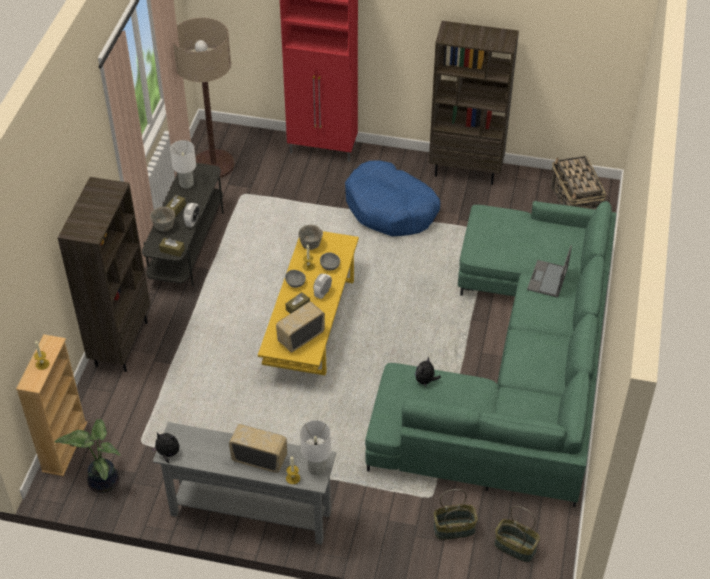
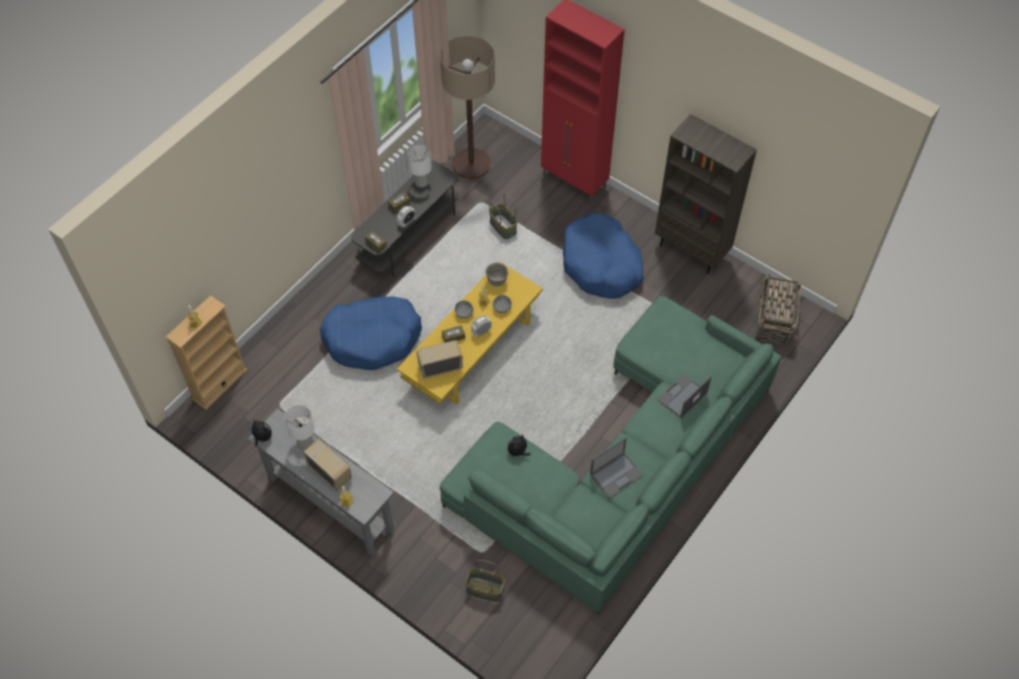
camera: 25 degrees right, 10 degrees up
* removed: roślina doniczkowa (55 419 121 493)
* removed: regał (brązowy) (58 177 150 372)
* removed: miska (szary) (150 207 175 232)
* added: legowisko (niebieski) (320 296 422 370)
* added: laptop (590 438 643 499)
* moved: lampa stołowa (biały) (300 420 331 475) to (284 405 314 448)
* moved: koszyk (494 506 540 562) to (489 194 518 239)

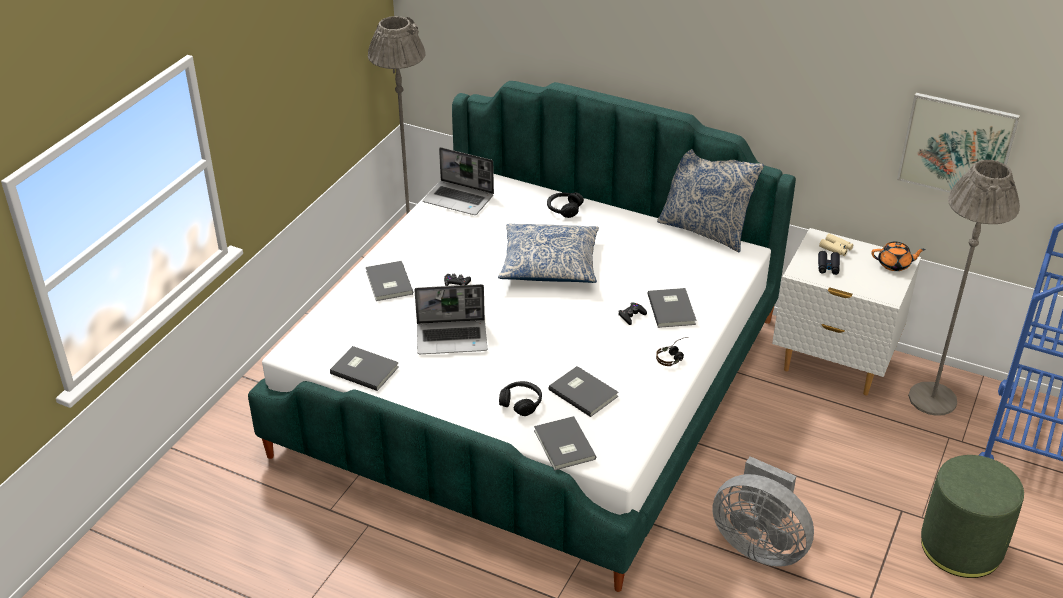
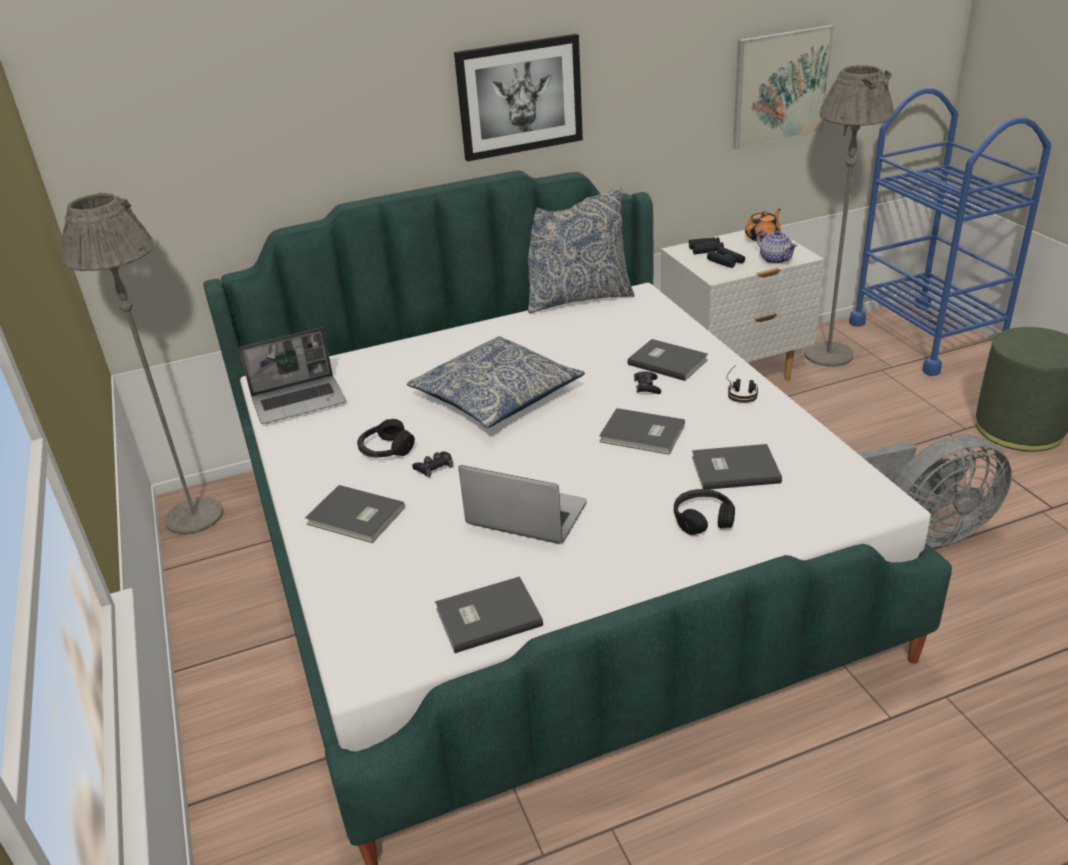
camera: 45 degrees left, 5 degrees down
* added: obraz (454 34 583 162)
* added: imbryk (756 230 797 264)
* moved: książka (szary) (534 416 596 470) to (599 408 685 455)
* moved: słuchawki (czarny) (547 192 584 218) to (357 419 415 457)
* recoloured: lornetka (beżowy) (819 233 853 256) to lornetka (czarny) (689 237 724 254)
* turned: laptop (414 284 487 354) = (458 465 587 544) 105 degrees counterclockwise

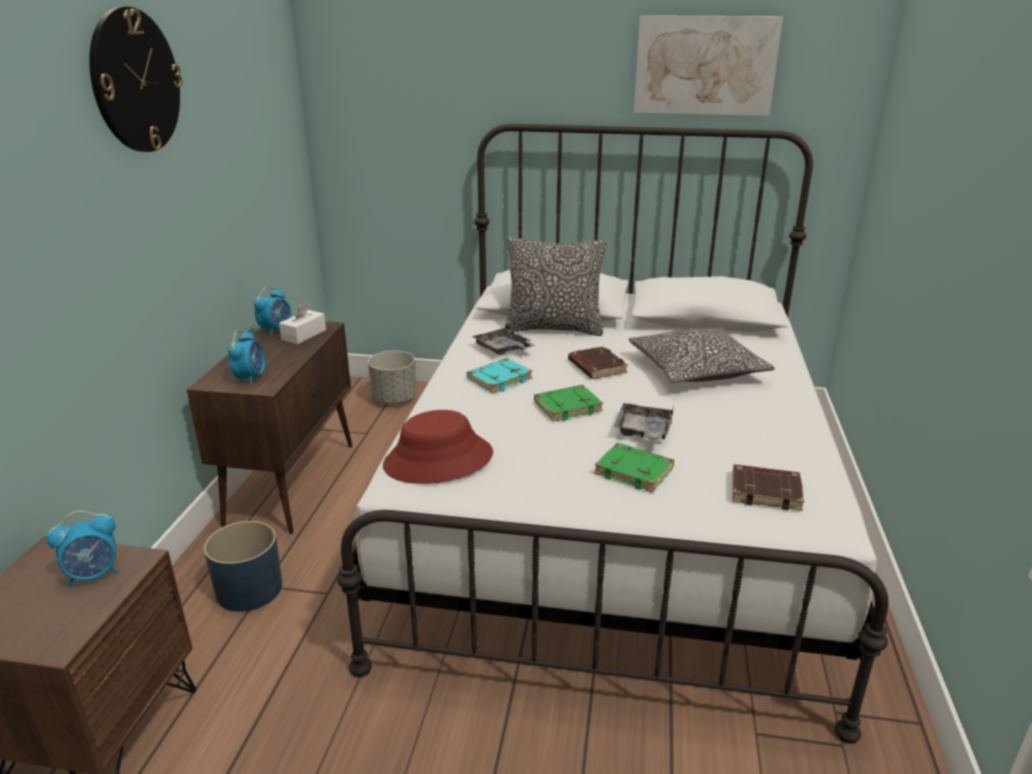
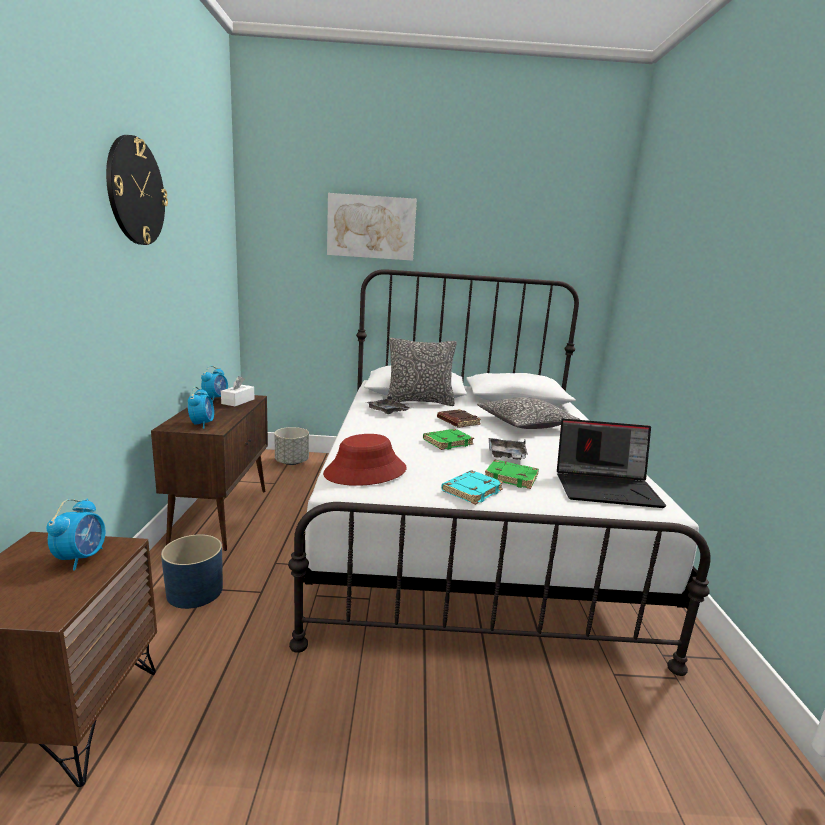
camera: 10 degrees left, 10 degrees down
* moved: książka (turkusowy) (466 358 532 393) to (441 470 504 505)
* moved: obraz (634 15 783 116) to (327 193 417 261)
* replaced: książka (brązowy) (732 464 804 511) to laptop (557 419 666 508)
* turned: budzik (46 510 119 588) = (47 498 105 570) 45 degrees counterclockwise

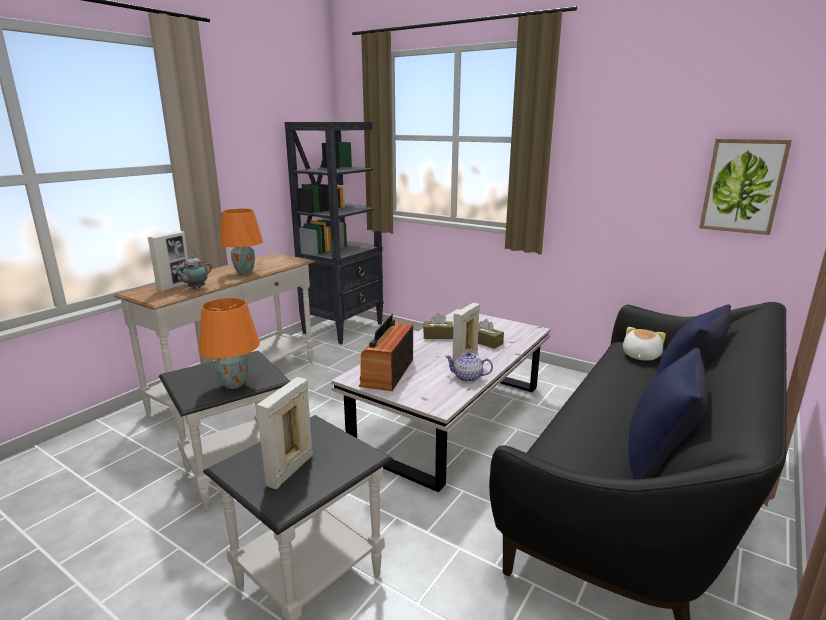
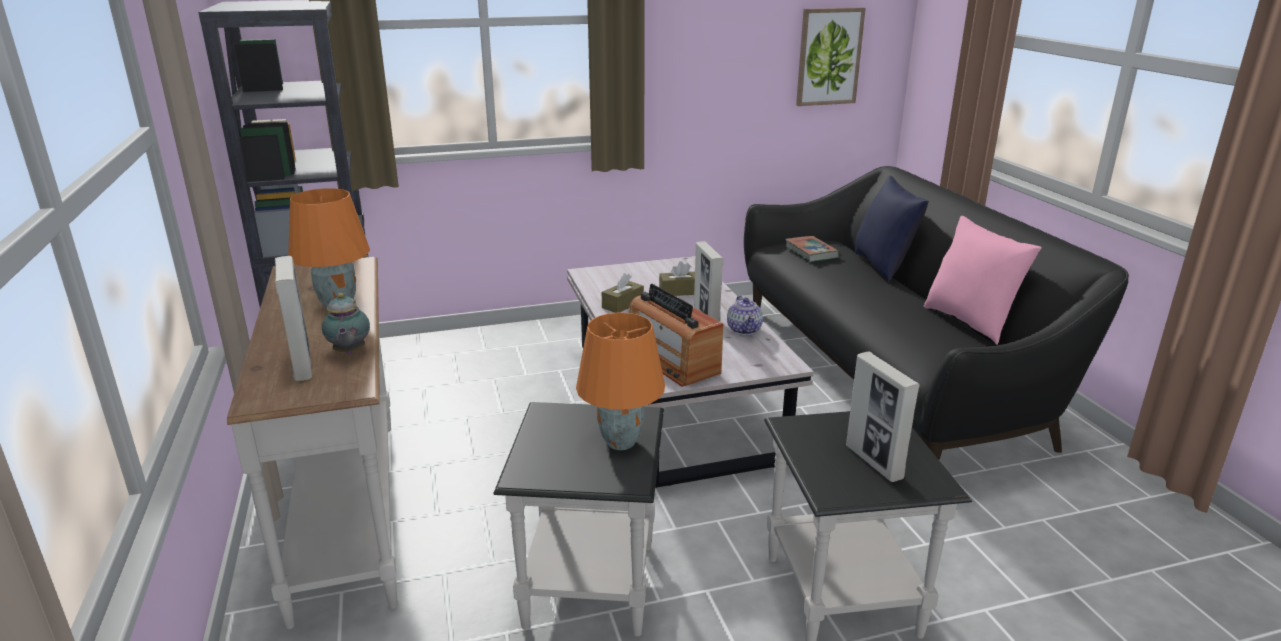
camera: 50 degrees left, 5 degrees up
* replaced: pluszak (623 327 666 361) to książka (785 236 840 262)
* recoloured: poduszka (niebieski) (628 348 708 479) to poduszka (różowy) (924 216 1042 345)
* turned: imbryk (445 351 493 382) = (727 296 763 335) 60 degrees counterclockwise

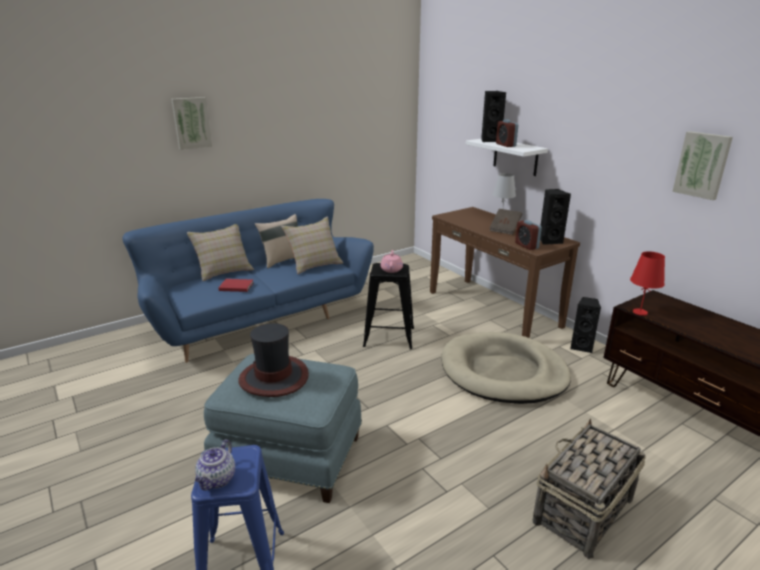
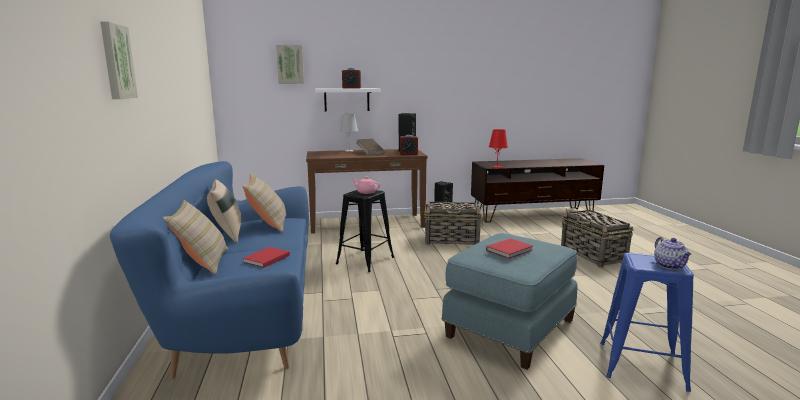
camera: 65 degrees left, 10 degrees down
* removed: głośnik (czarny) (481 91 506 142)
* moved: obraz (672 131 733 200) to (276 45 304 84)
* replaced: kapelusz (238 323 309 397) to książka (czerwony) (486 238 533 259)
* replaced: legowisko (beżowy) (441 332 571 404) to koszyk (424 202 483 245)
* turned: imbryk (195 439 235 491) = (654 237 691 269) 45 degrees clockwise

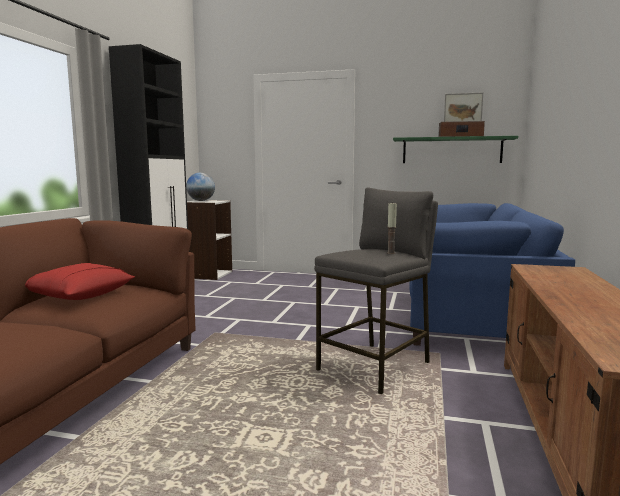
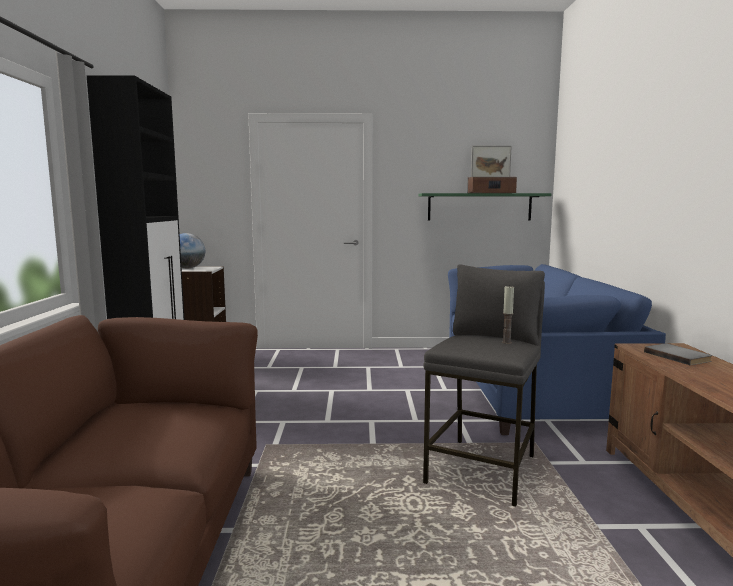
camera: 15 degrees left, 0 degrees up
* removed: poduszka (czerwony) (25 263 135 300)
* added: książka (szary) (644 343 712 366)

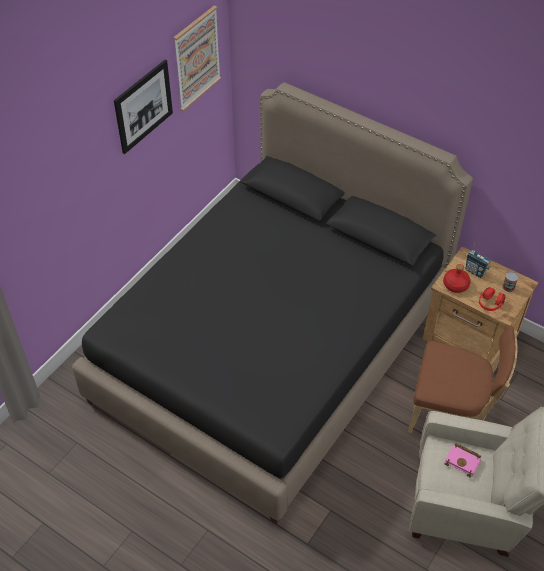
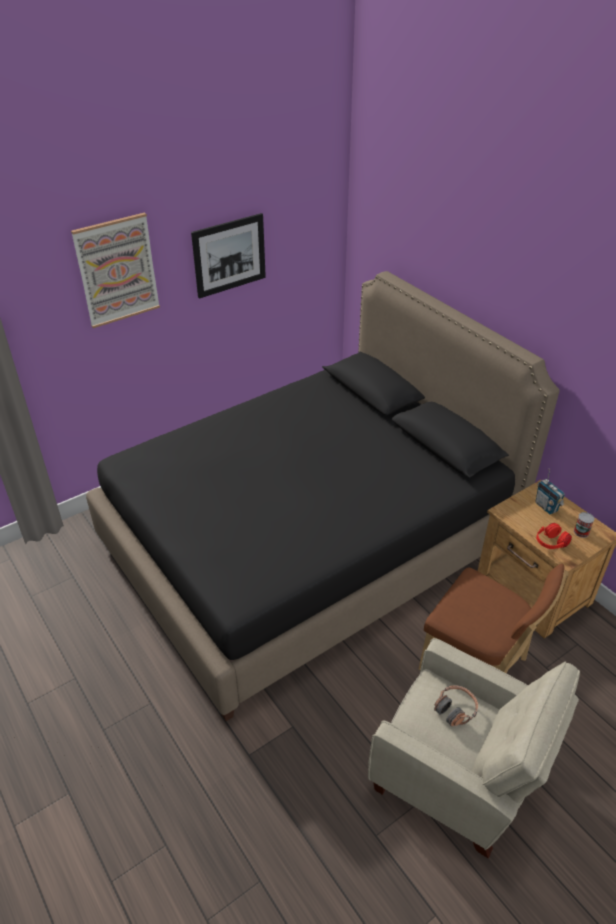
camera: 20 degrees right, 10 degrees down
* removed: butelka (czerwony) (443 264 471 293)
* moved: obraz (173 5 221 111) to (71 213 160 328)
* replaced: książka (różowy) (445 444 481 477) to słuchawki (434 685 478 726)

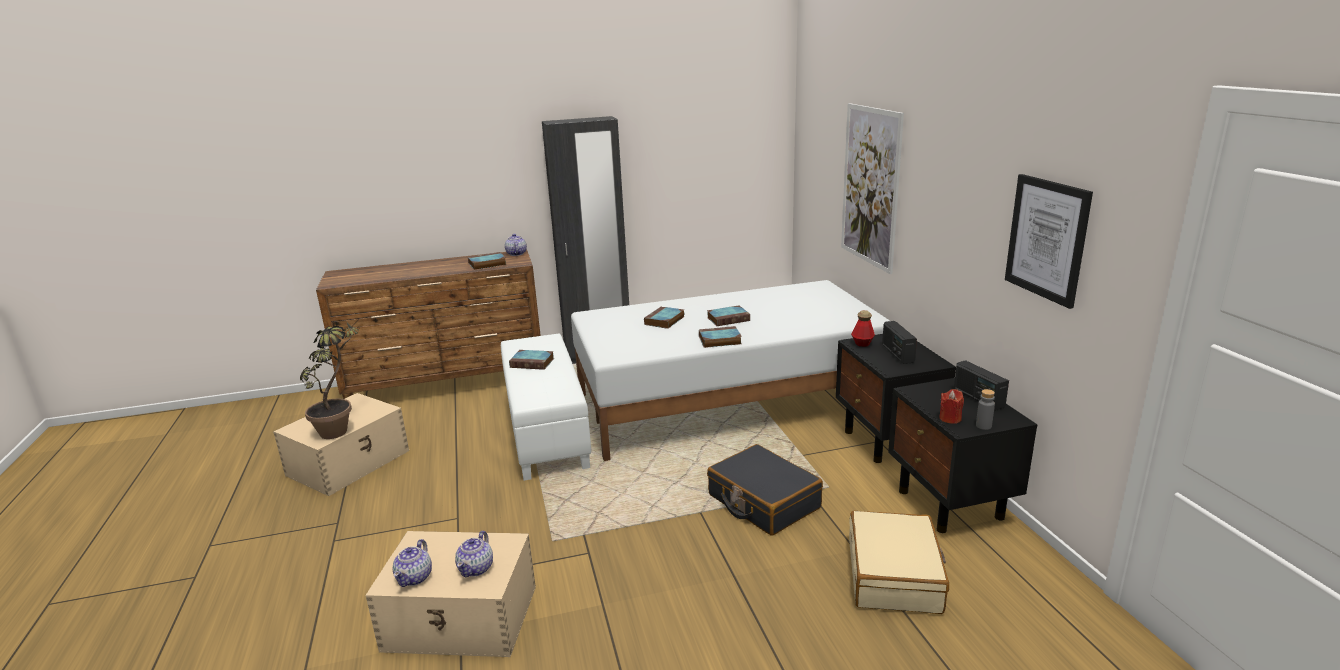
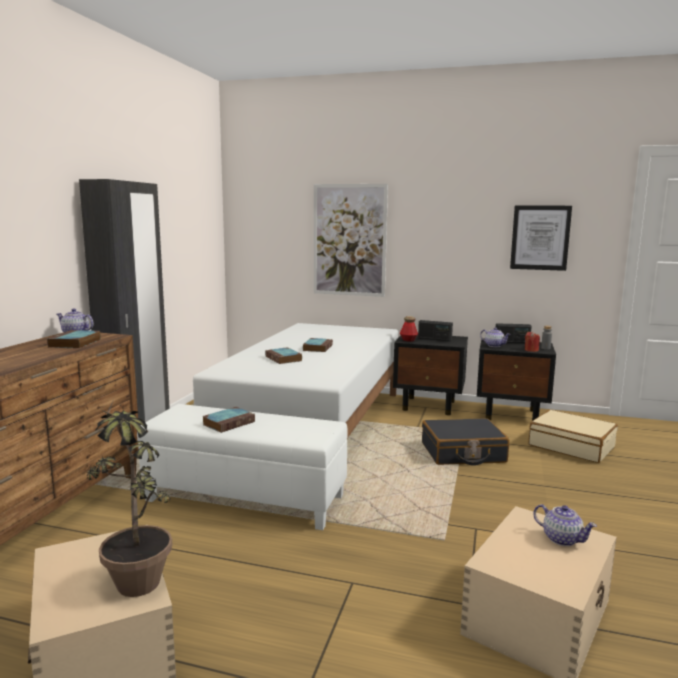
camera: 60 degrees left, 10 degrees down
* removed: książka (699 326 742 348)
* moved: imbryk (393 539 432 587) to (480 327 511 347)

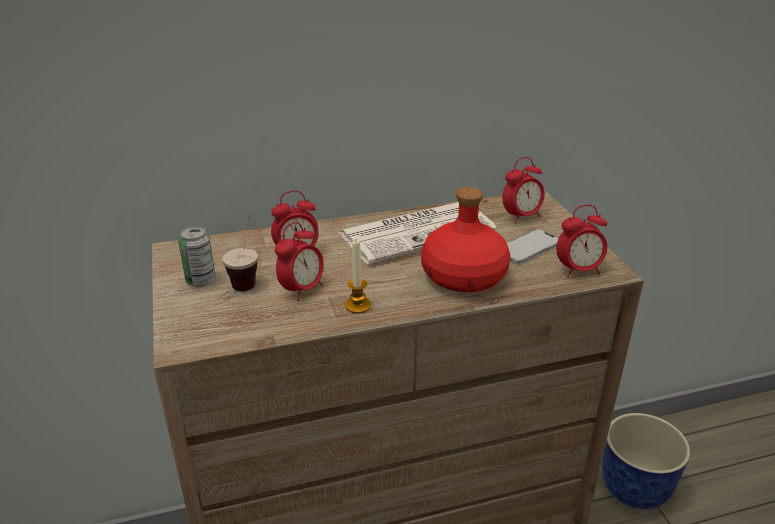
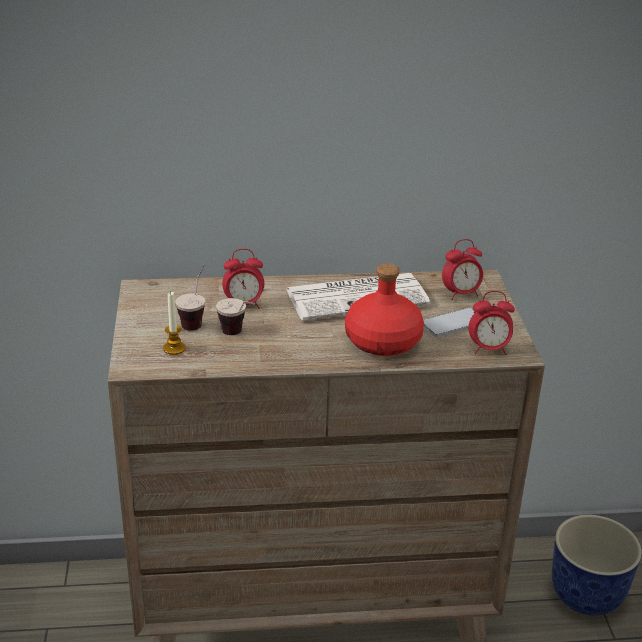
camera: 10 degrees right, 0 degrees up
* removed: puszka (178 226 216 287)
* moved: świeca (345 239 371 314) to (163 292 186 355)
* replaced: budzik (275 222 324 301) to filiżanka (216 298 257 335)

